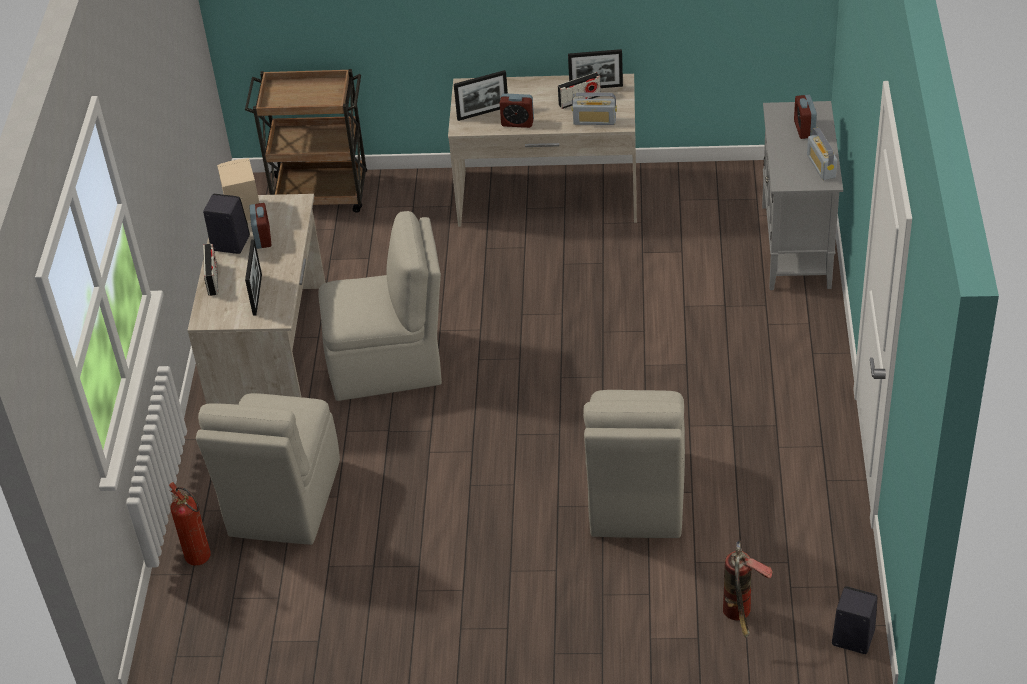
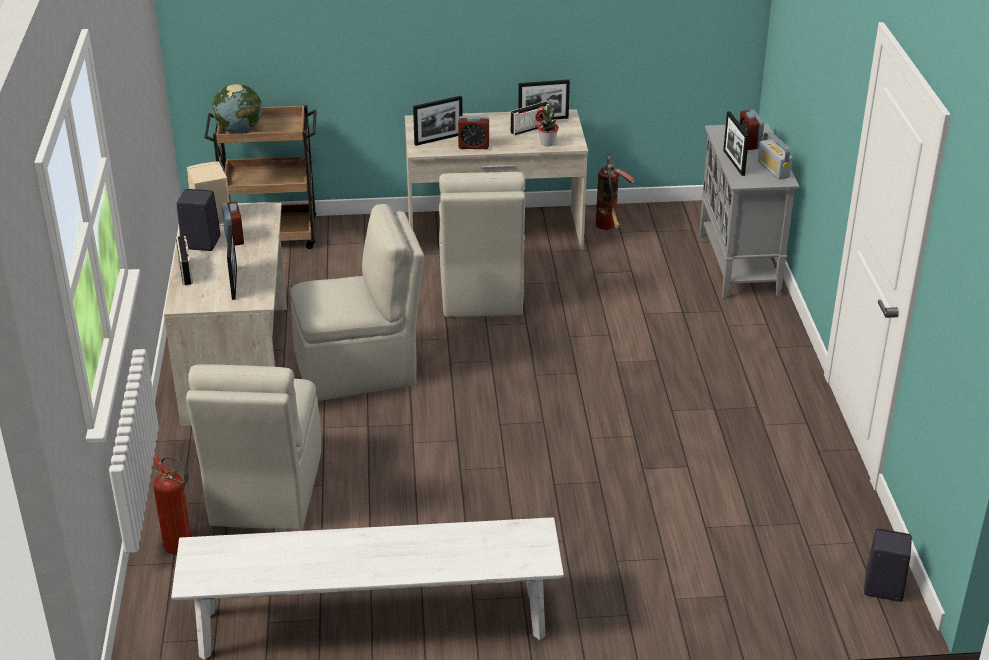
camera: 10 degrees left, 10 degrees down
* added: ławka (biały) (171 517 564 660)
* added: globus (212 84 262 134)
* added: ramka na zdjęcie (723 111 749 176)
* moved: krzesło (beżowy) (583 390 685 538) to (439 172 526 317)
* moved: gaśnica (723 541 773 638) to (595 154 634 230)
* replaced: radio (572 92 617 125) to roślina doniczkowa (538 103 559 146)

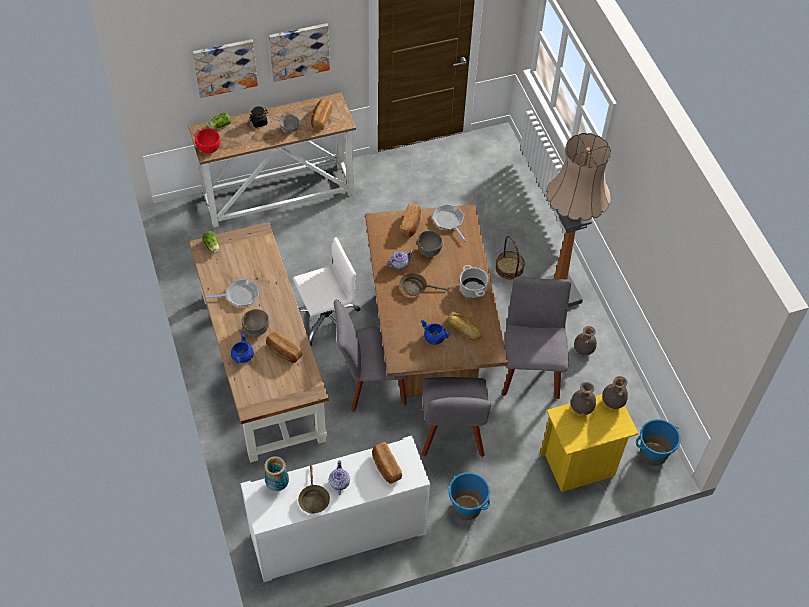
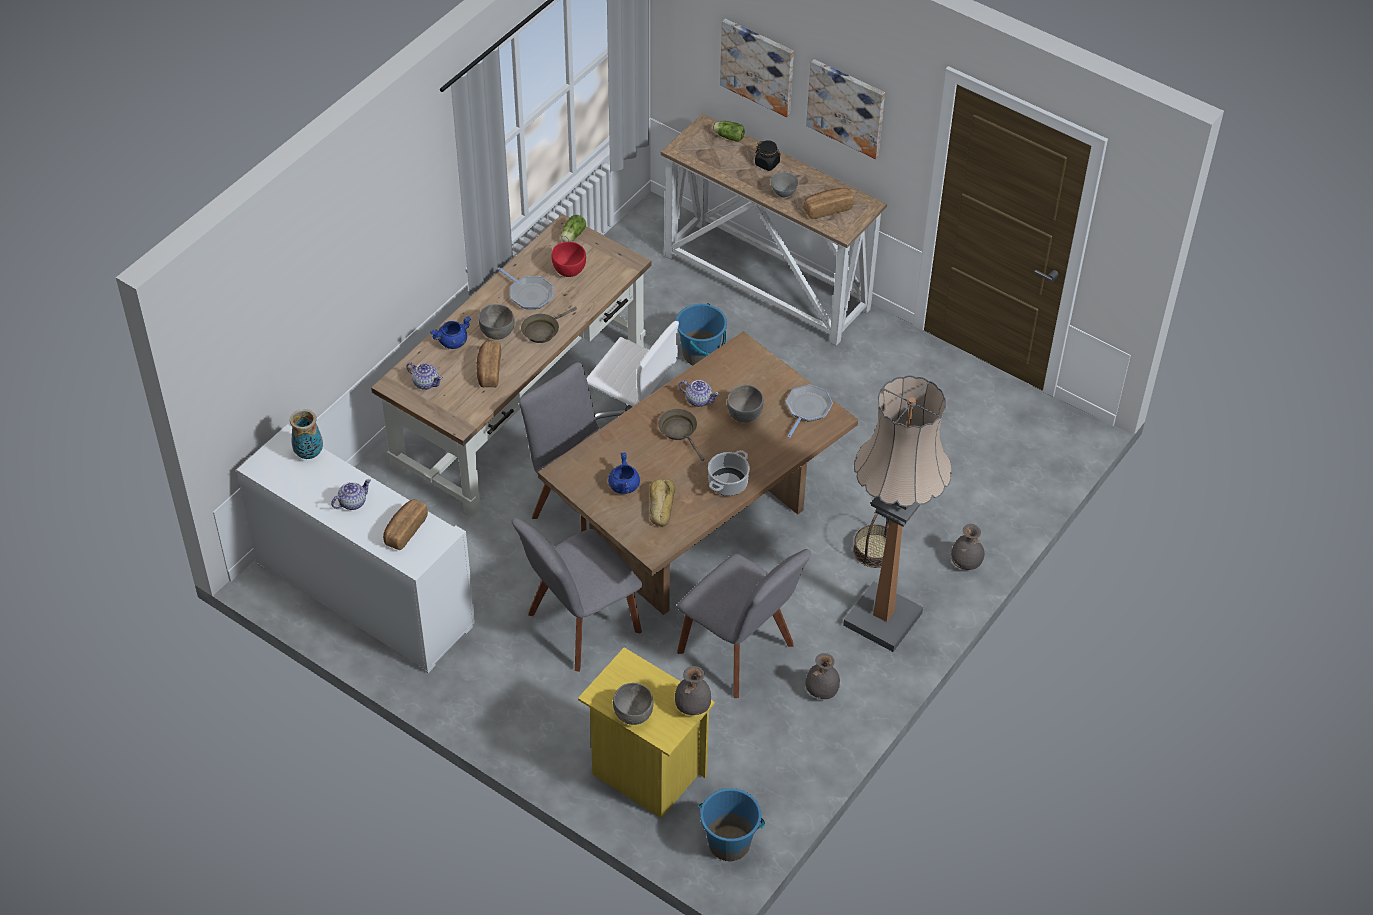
camera: 55 degrees right, 5 degrees down
* removed: chleb (400 204 421 237)
* added: imbryk (407 362 443 390)
* added: miska (szary) (613 683 653 725)
* moved: miska (czerwony) (195 129 220 154) to (552 242 586 277)
* moved: patelnia (brązowy) (298 465 330 514) to (521 307 577 343)
* moved: wiadro (niebieski) (448 472 490 520) to (676 303 727 365)
* moved: wazon (szary) (571 382 596 415) to (951 524 985 570)
* turned: krzesło (szary) (502 276 571 399) = (677 549 811 698) 75 degrees clockwise

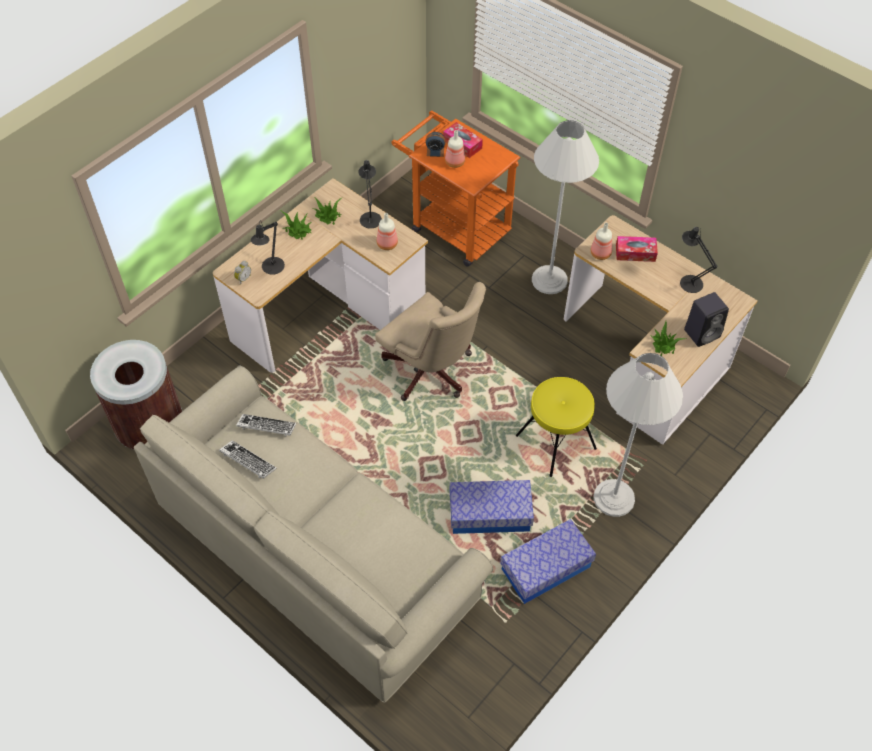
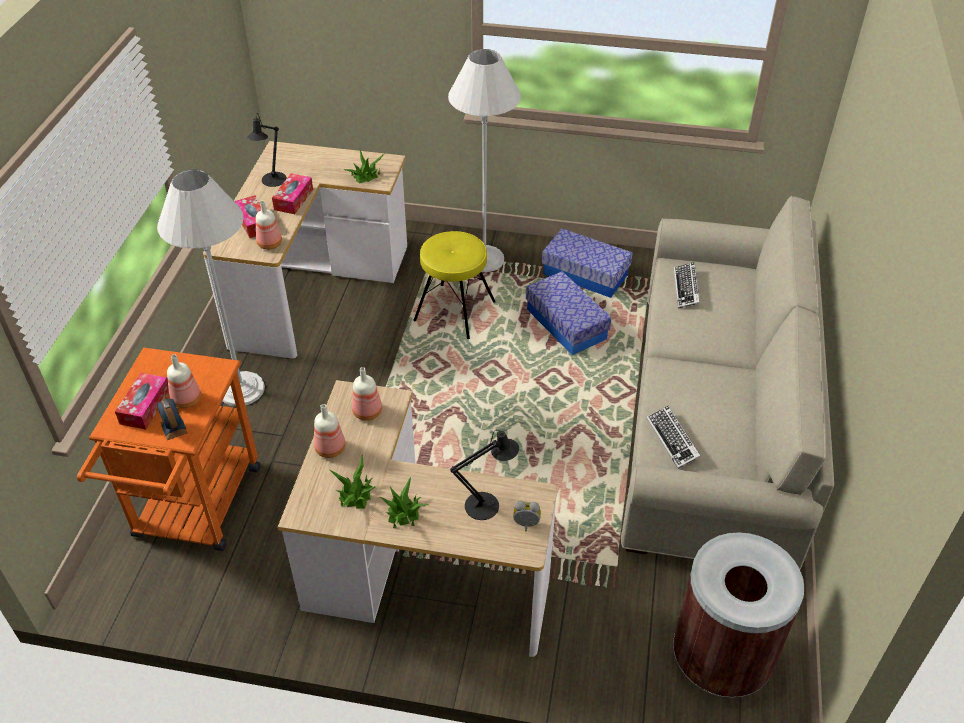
camera: 120 degrees left, 10 degrees down
* removed: krzesło biurowe (beżowy) (375 282 486 401)
* removed: głośnik (czarny) (684 292 729 347)
* added: pudełko chusteczek (272 173 313 214)
* moved: klawiatura (219 440 277 479) to (674 262 700 309)
* replaced: lampa stołowa (czarny) (358 160 382 228) to butelka (314 404 346 458)

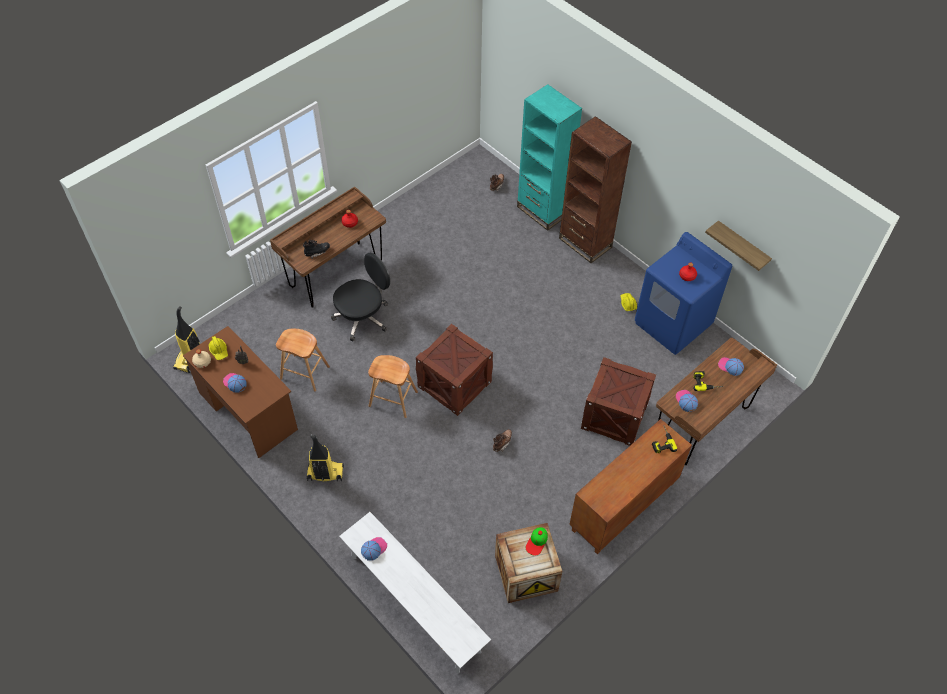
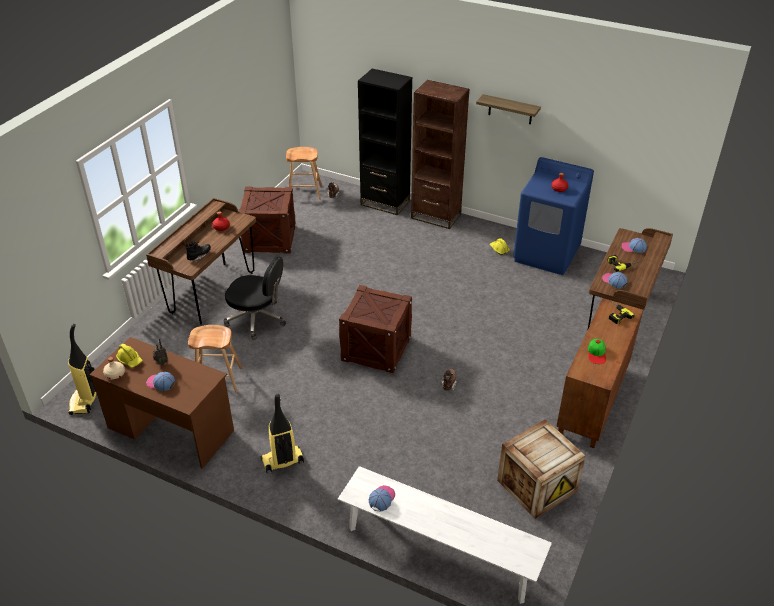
camera: 20 degrees left, 15 degrees down
* moved: stołek (brązowy) (368 355 418 418) to (286 147 322 200)
* moved: czapka z daszkiem (526 527 548 556) to (588 339 606 364)
* moved: skrzynka (581 357 656 446) to (238 187 296 253)
* moved: półka (705 221 772 271) to (476 94 541 124)
* recoloured: regał (turkusowy) (517 84 582 231) to regał (czarny) (358 69 413 215)
* turned: krzesło biurowe (czarny) (331 253 390 342) = (224 256 286 340) 75 degrees clockwise

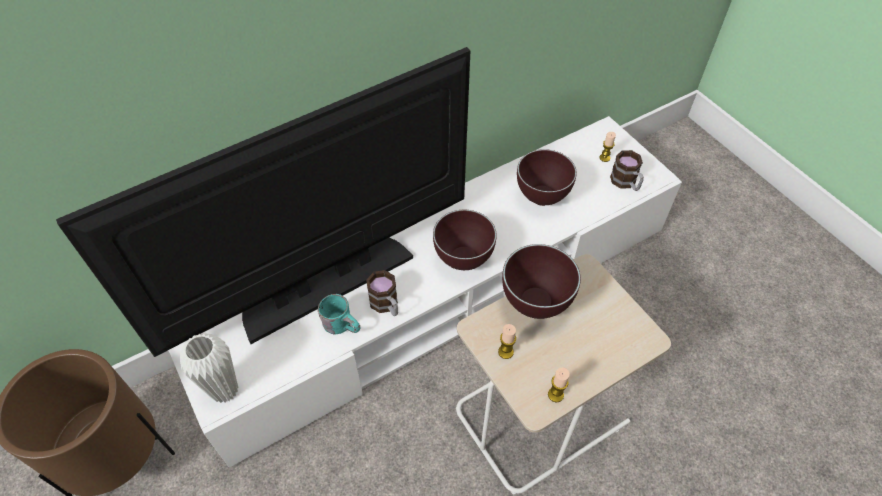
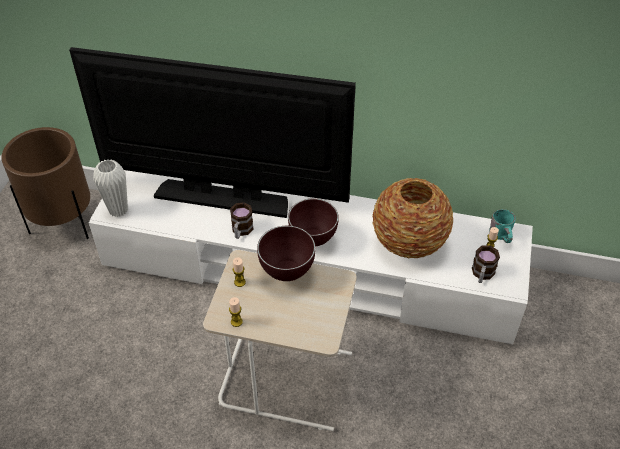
camera: 45 degrees right, 5 degrees down
* moved: kubek (turkusowy) (318 294 361 334) to (489 209 516 243)
* replaced: miska (brązowy) (517 149 577 206) to wazon (372 178 453 258)

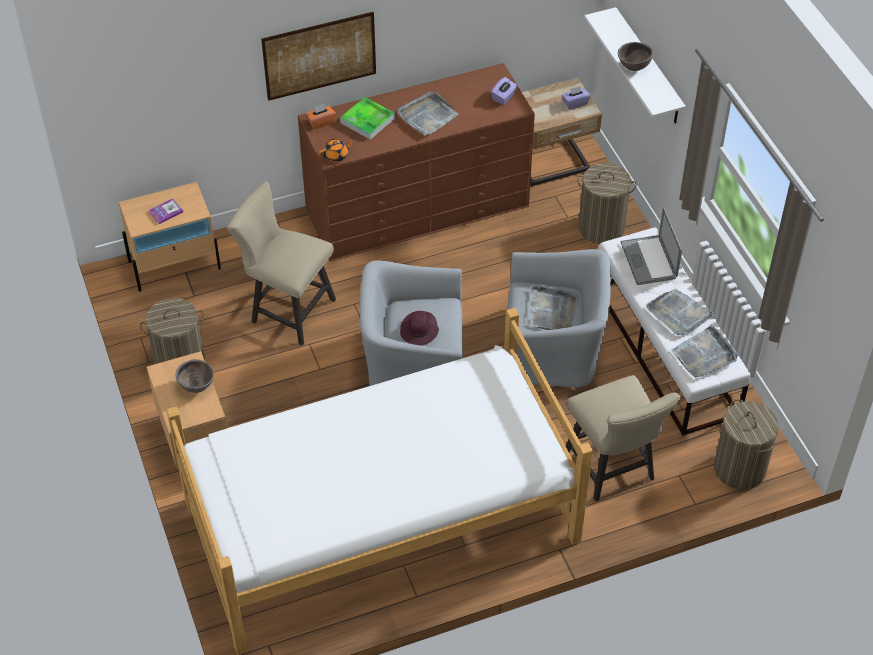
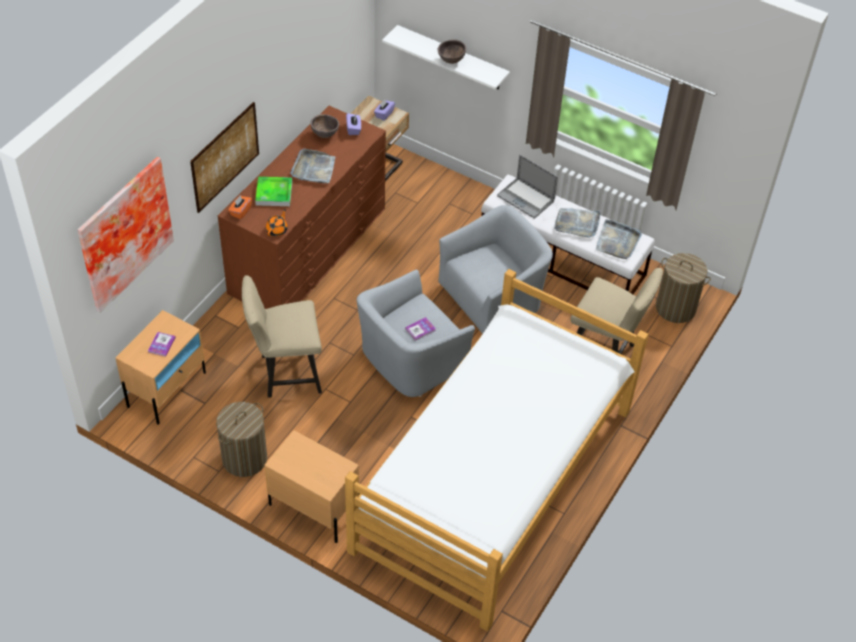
camera: 40 degrees left, 0 degrees up
* removed: taca (szary) (527 285 579 330)
* removed: kosz na pranie (577 163 637 244)
* added: obraz (77 157 174 313)
* moved: miska (brązowy) (176 359 214 393) to (310 114 339 138)
* replaced: kapelusz (fioletowy) (400 311 439 346) to książka (405 317 436 341)

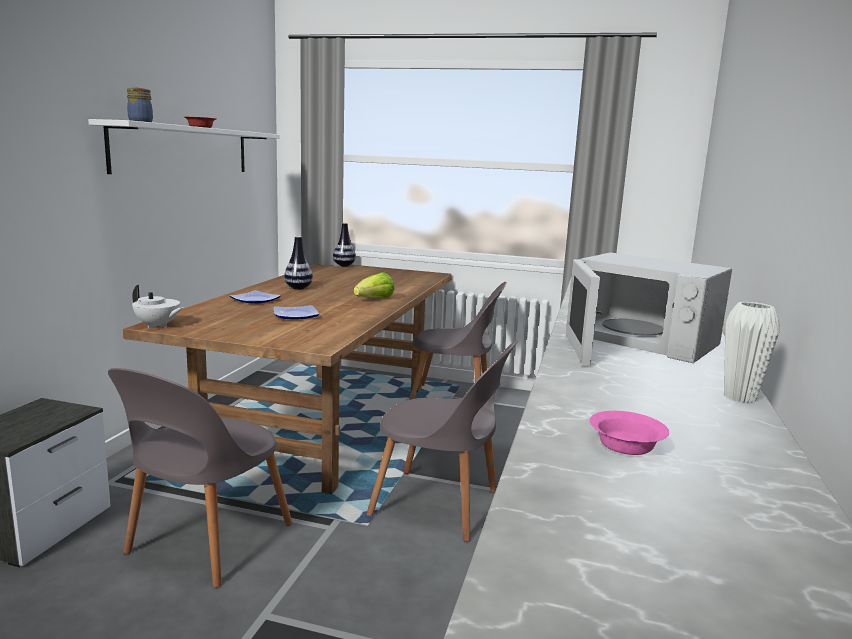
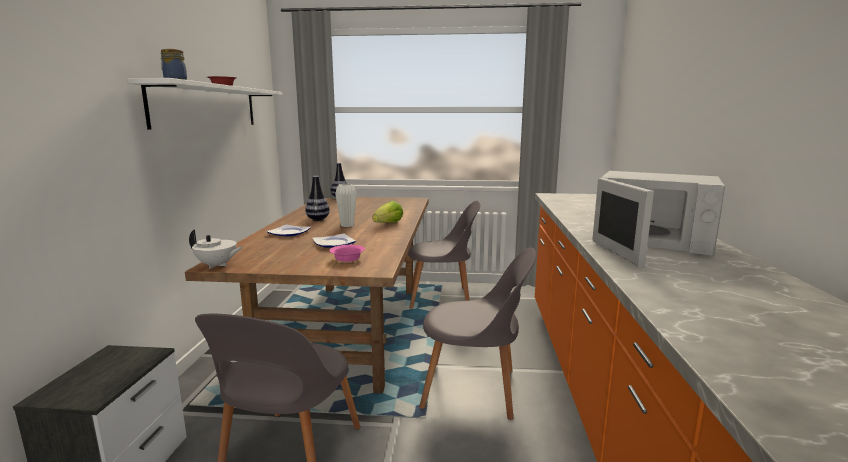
camera: 10 degrees left, 0 degrees up
* moved: miska (różowy) (589 411 669 455) to (329 245 365 262)
* moved: wazon (biały) (724 302 780 403) to (335 184 357 227)

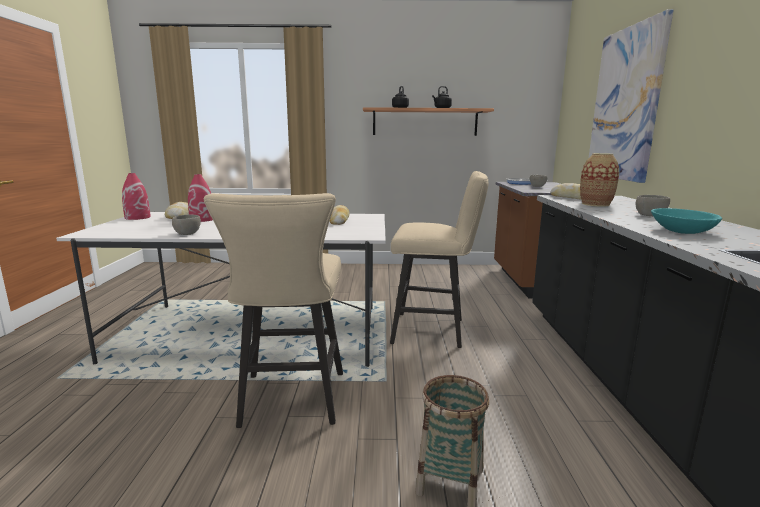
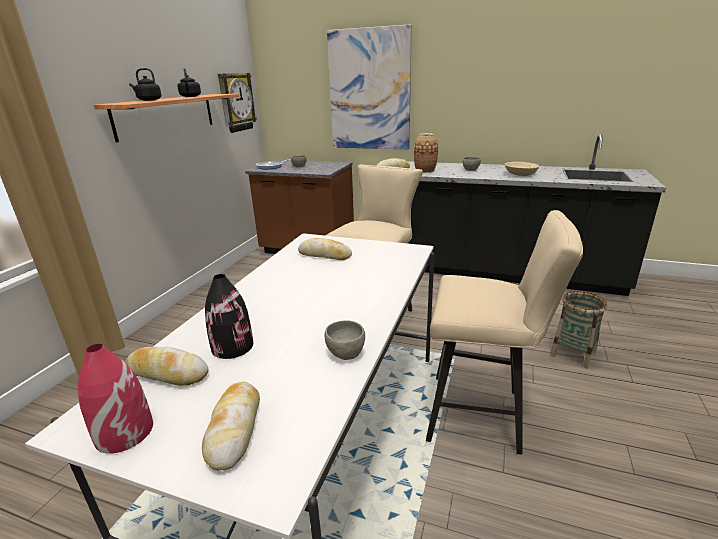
camera: 70 degrees left, 10 degrees up
* added: chleb (202 381 260 471)
* added: zegar ścienny (218 73 257 133)
* recoloured: wazon (czerwony) (188 174 213 222) to wazon (czarny) (205 274 253 359)
* recoloured: miska (turkusowy) (651 208 722 234) to miska (beżowy) (504 162 539 176)

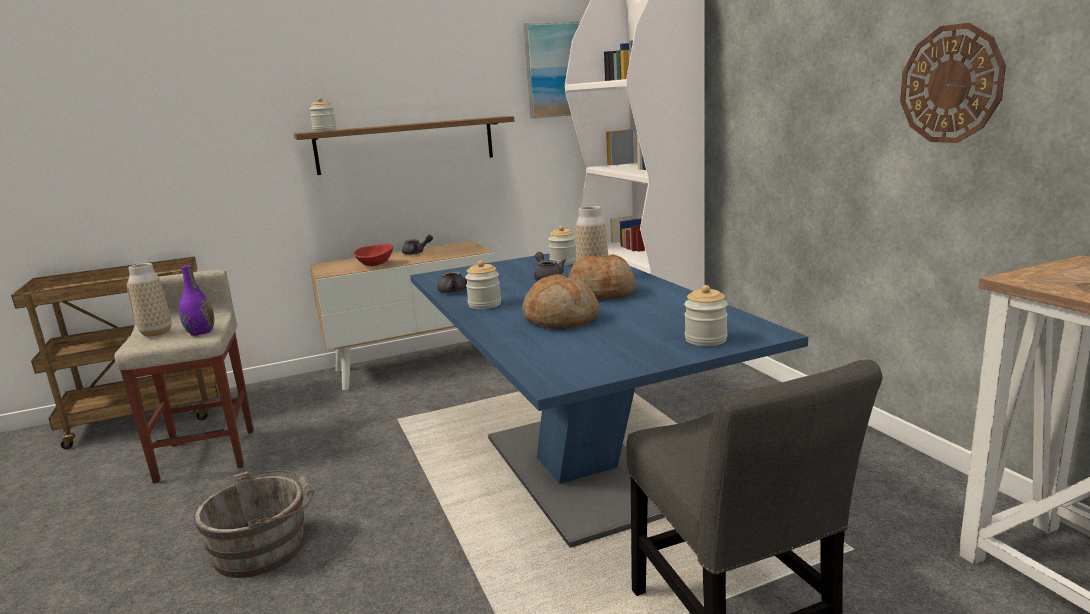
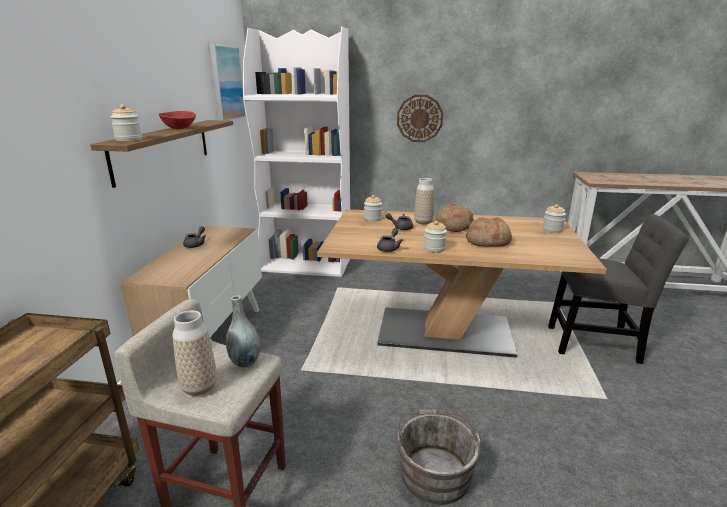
camera: 60 degrees left, 5 degrees up
* moved: miska (czerwony) (353 244 393 266) to (159 111 196 129)
* moved: zegar ścienny (900 23 1006 143) to (397 95 443 142)
* recoloured: wazon (fioletowy) (179 265 214 336) to wazon (szary) (226 295 260 368)
* recoloured: stół jadalny (niebieski) (410 253 808 548) to stół jadalny (brązowy) (317 209 607 358)

